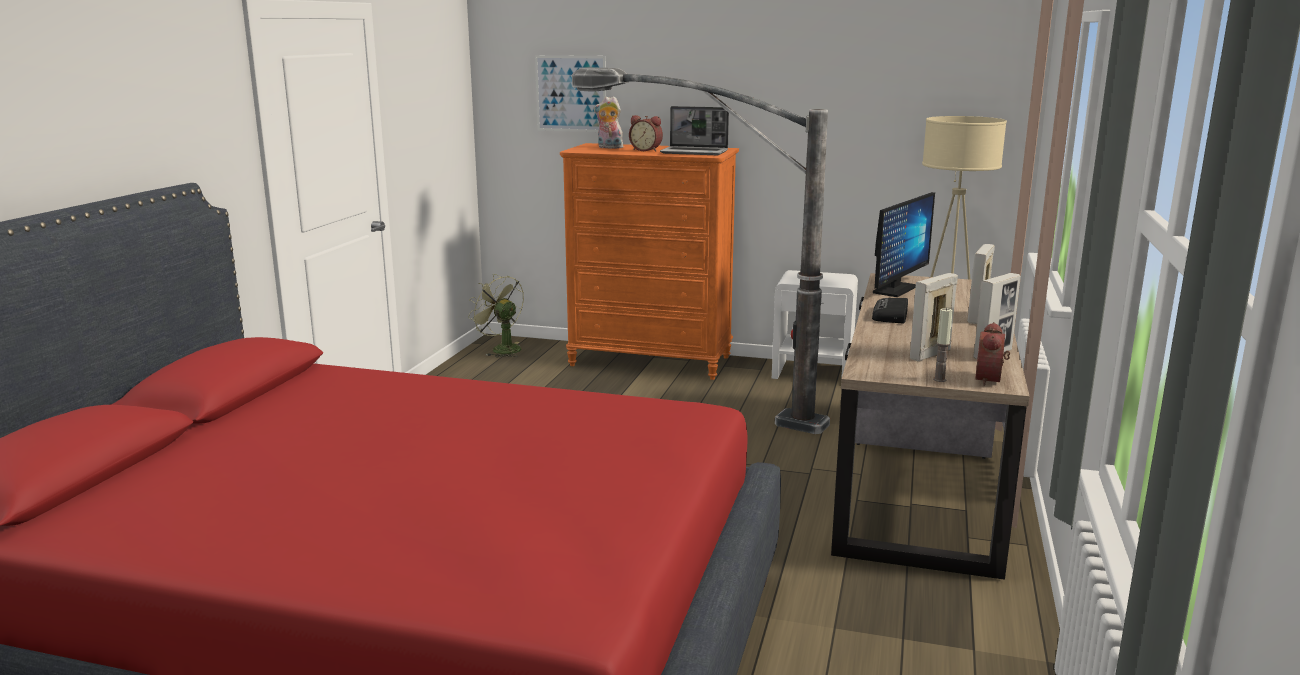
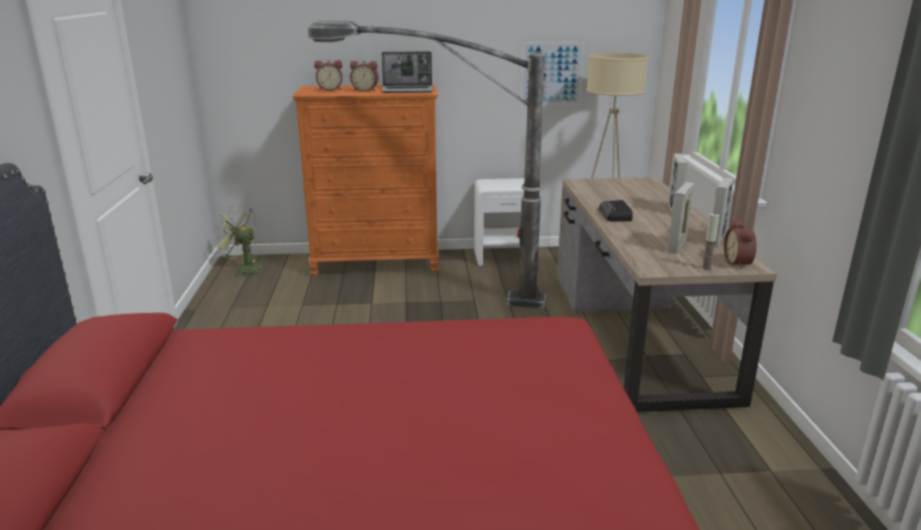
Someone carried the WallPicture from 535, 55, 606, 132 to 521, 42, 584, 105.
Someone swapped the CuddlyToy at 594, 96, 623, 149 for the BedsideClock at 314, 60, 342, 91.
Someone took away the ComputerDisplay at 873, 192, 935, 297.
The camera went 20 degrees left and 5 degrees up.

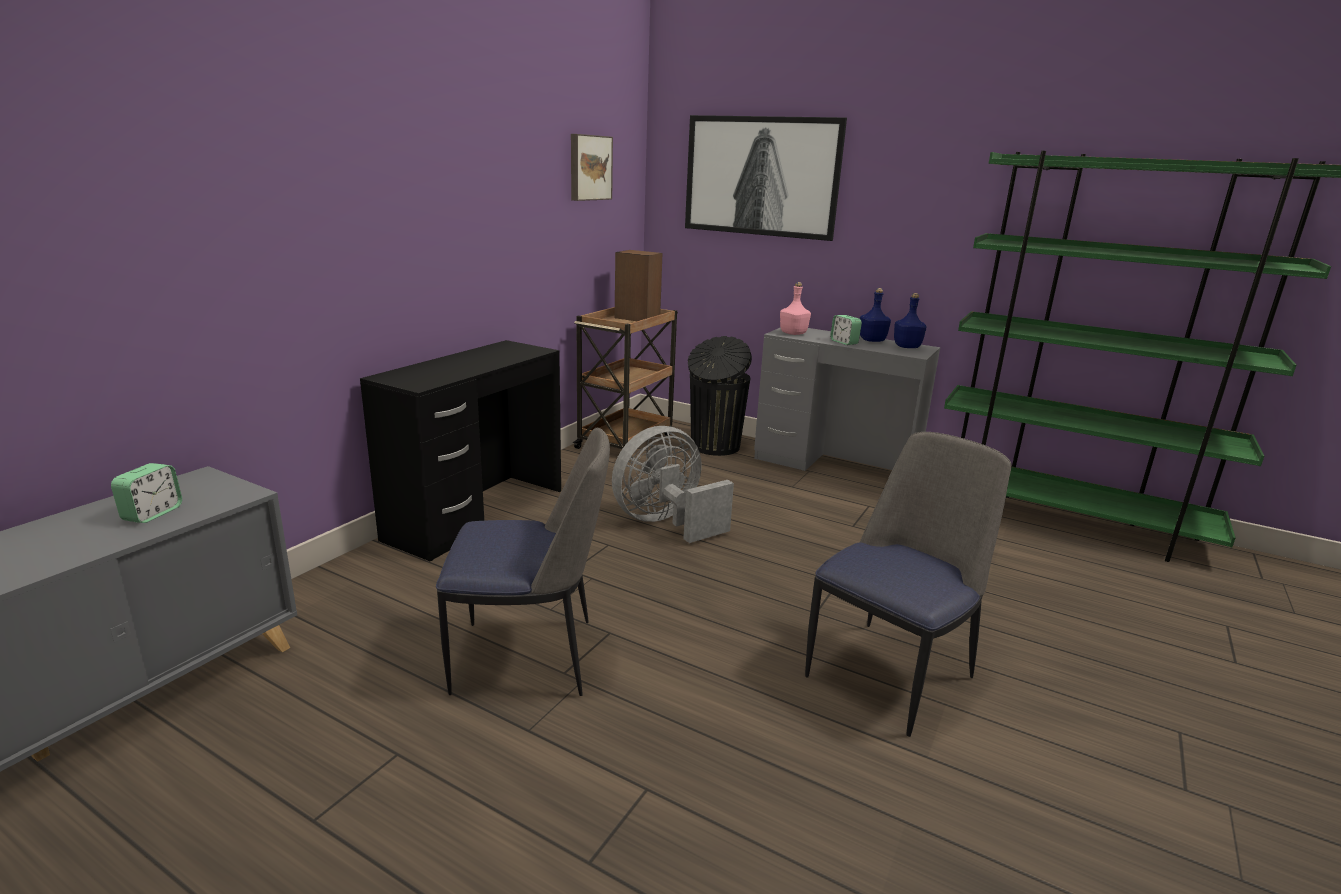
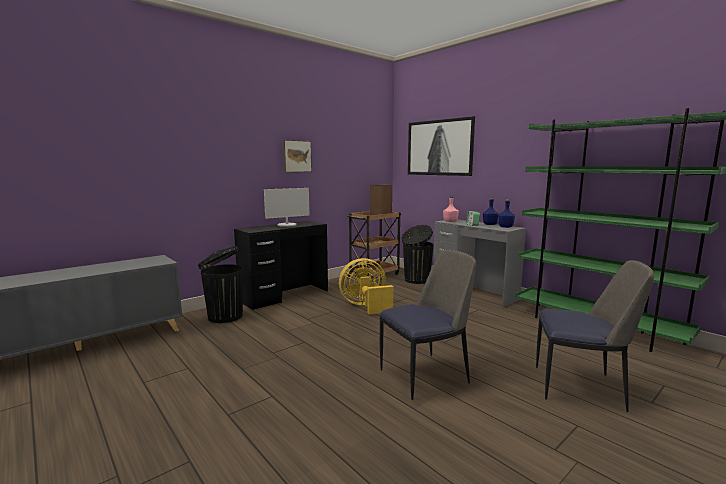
Someone carried the WallPicture from 571, 134, 613, 201 to 282, 140, 312, 172.
Someone repainted the GrayFan at 612, 426, 734, 543, which became the YellowFan at 339, 258, 393, 314.
Someone carried the PlainChair from 436, 428, 610, 696 to 536, 260, 654, 412.
Someone took away the BedsideClock at 111, 463, 182, 523.
Someone put down the ComputerDisplay at 264, 188, 309, 227.
Someone put down the BlackColouredTrashCan at 198, 246, 243, 323.
The camera went 20 degrees right and 10 degrees down.

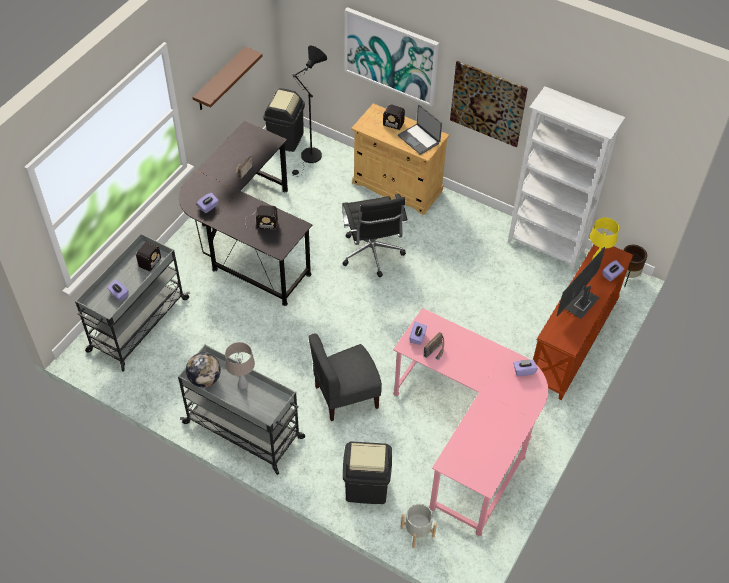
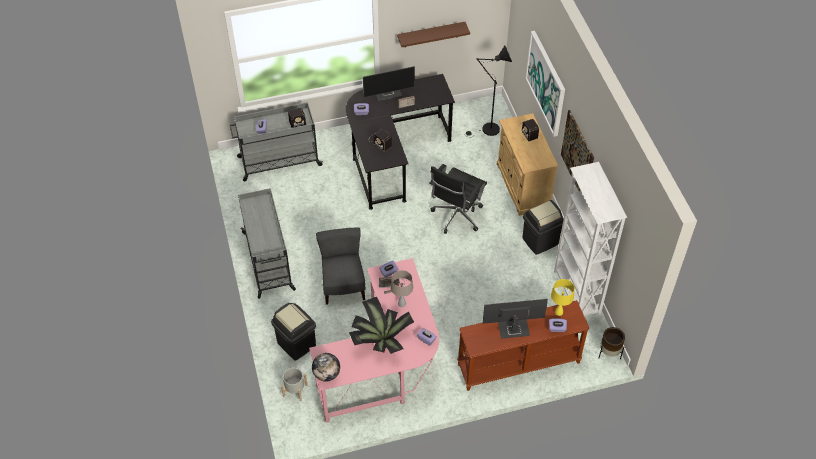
Someone carried the BlackColouredTrashCan from 263, 88, 305, 152 to 522, 200, 564, 255.
Someone took away the NotebookComputer at 398, 104, 442, 155.
Someone rotated the GrayPlainChair at 308, 333, 382, 421 by 60 degrees clockwise.
Someone carried the BeigeLampForATable from 225, 342, 255, 389 to 390, 270, 413, 307.
Someone carried the DeskGlobe from 186, 353, 221, 387 to 312, 353, 340, 382.
Someone put down the ComputerDisplay at 363, 66, 415, 101.
Someone put down the PlantInAPot at 349, 297, 414, 354.
The camera went 45 degrees right and 0 degrees up.

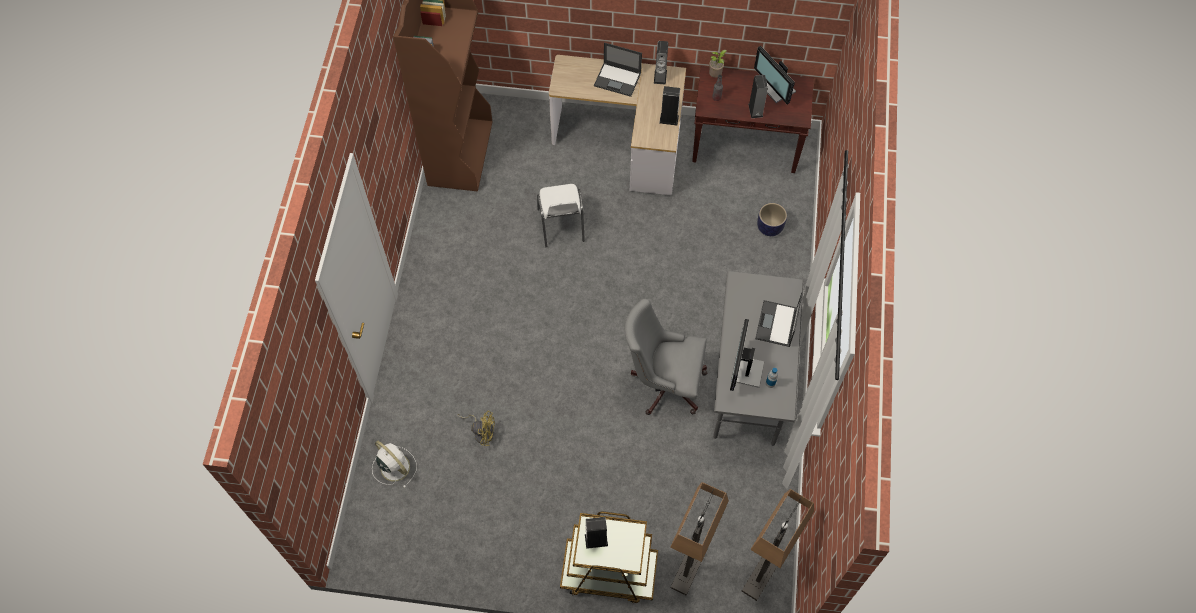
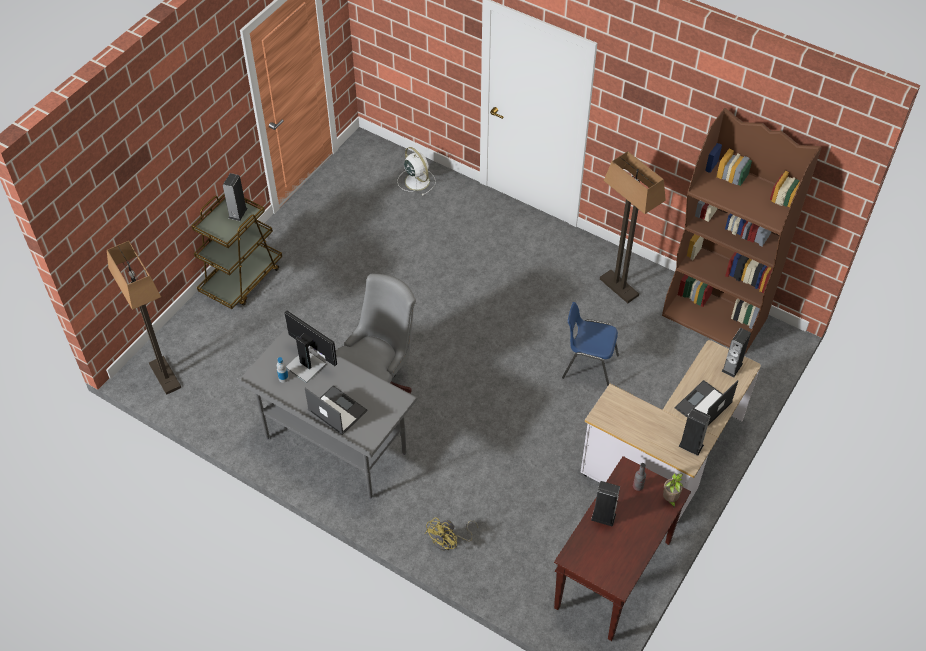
Someone took away the ComputerDisplay at 754, 46, 796, 104.
Someone carried the Loudspeaker from 659, 86, 680, 125 to 722, 328, 751, 377.
Someone repainted the WhitishPlainChair at 537, 184, 585, 247, which became the BlueColouredPlainChair at 562, 302, 619, 387.
Someone took away the FlowerPot at 757, 203, 787, 236.
Someone carried the YellowFan from 457, 411, 495, 446 to 425, 517, 478, 550.
Someone rotated the WhitishFan at 372, 440, 417, 488 by 105 degrees counterclockwise.
Someone carried the FloorLamp from 670, 482, 729, 596 to 600, 151, 666, 303.
The camera went 115 degrees right and 10 degrees down.

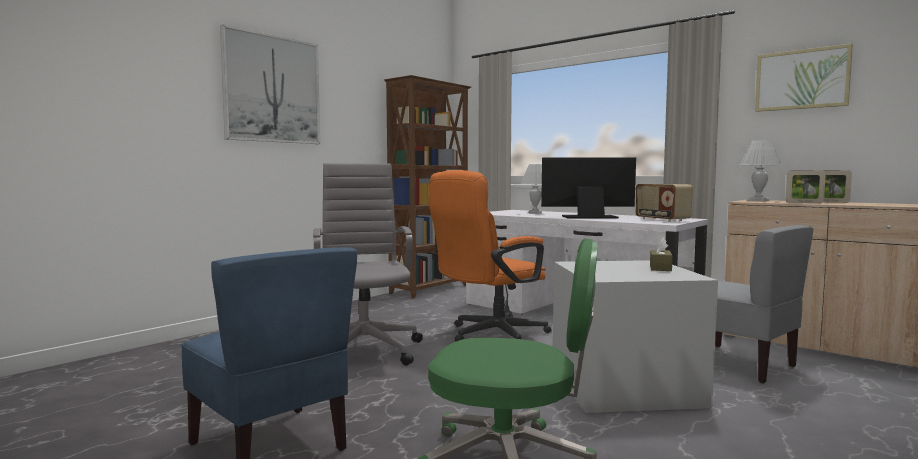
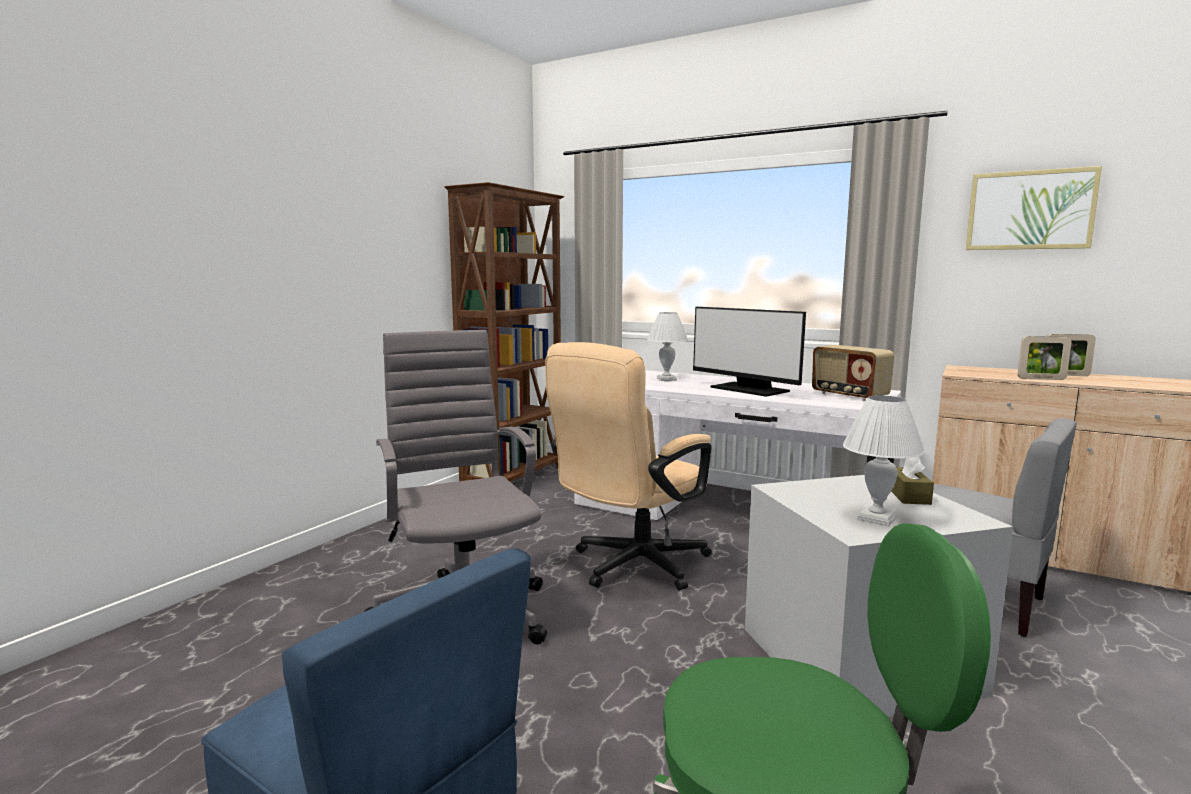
Someone took away the WallPicture at 220, 24, 320, 144.
Someone carried the WhitishLampForATable from 741, 140, 781, 201 to 842, 395, 925, 526.
Someone rotated the ComputerDisplay at 541, 157, 636, 218 by 120 degrees counterclockwise.
Someone repainted the OrangeDeskChair at 429, 170, 551, 341, which became the BeigeDeskChair at 545, 342, 712, 590.
The camera went 10 degrees left and 5 degrees up.

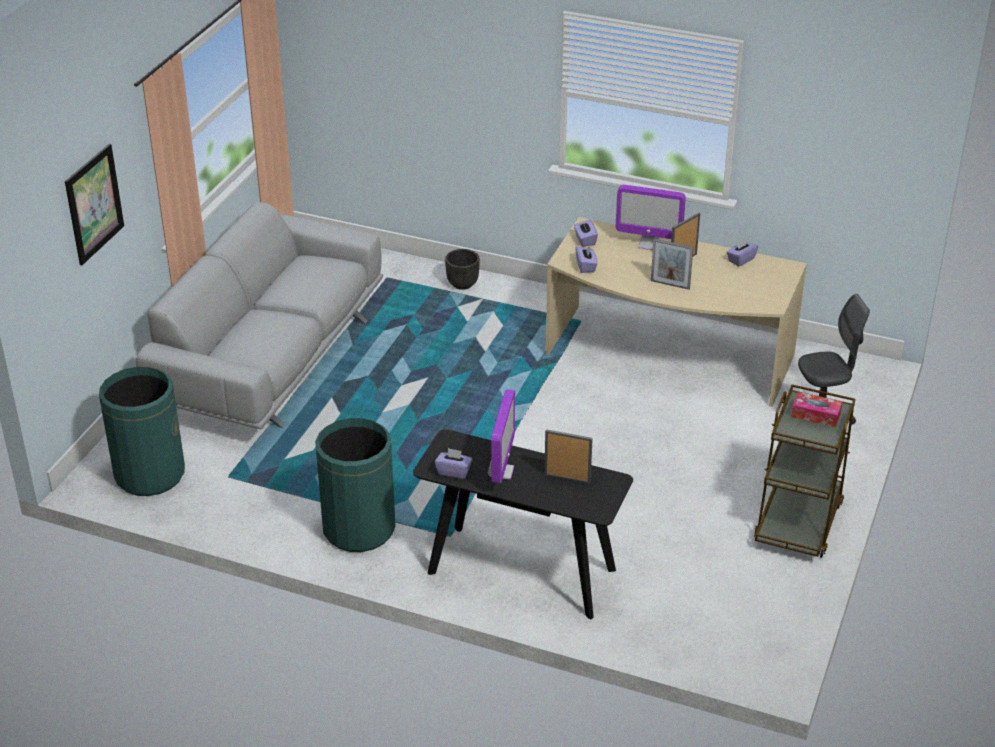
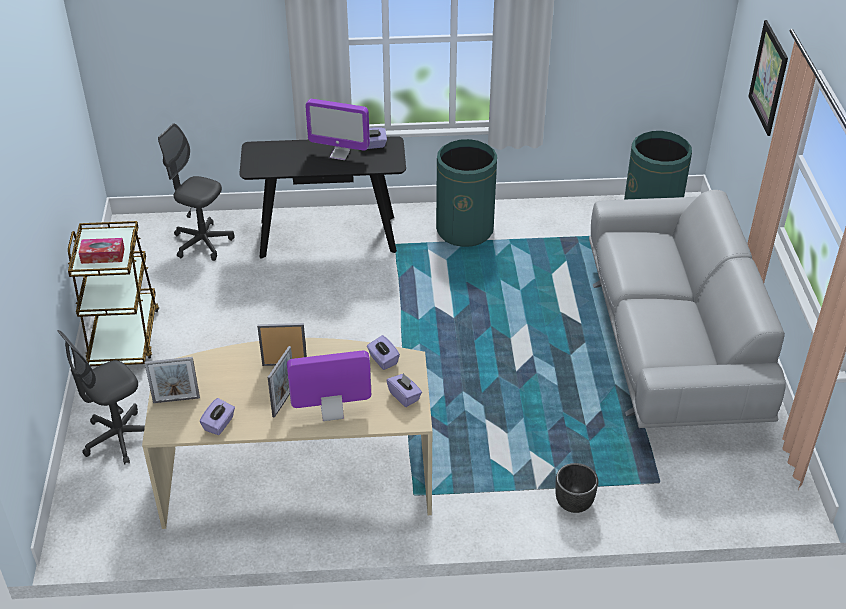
Someone rotated the ComputerDisplay at 488, 389, 515, 483 by 60 degrees counterclockwise.
Someone carried the StandingFrame from 544, 429, 593, 484 to 145, 357, 200, 403.
Someone put down the GrayDeskChair at 158, 124, 235, 261.
The camera went 155 degrees right and 5 degrees up.

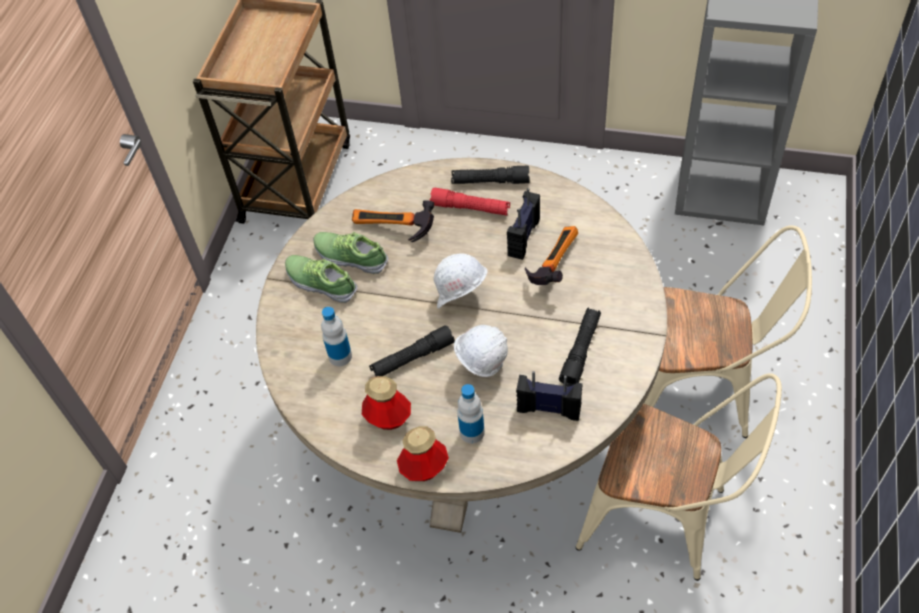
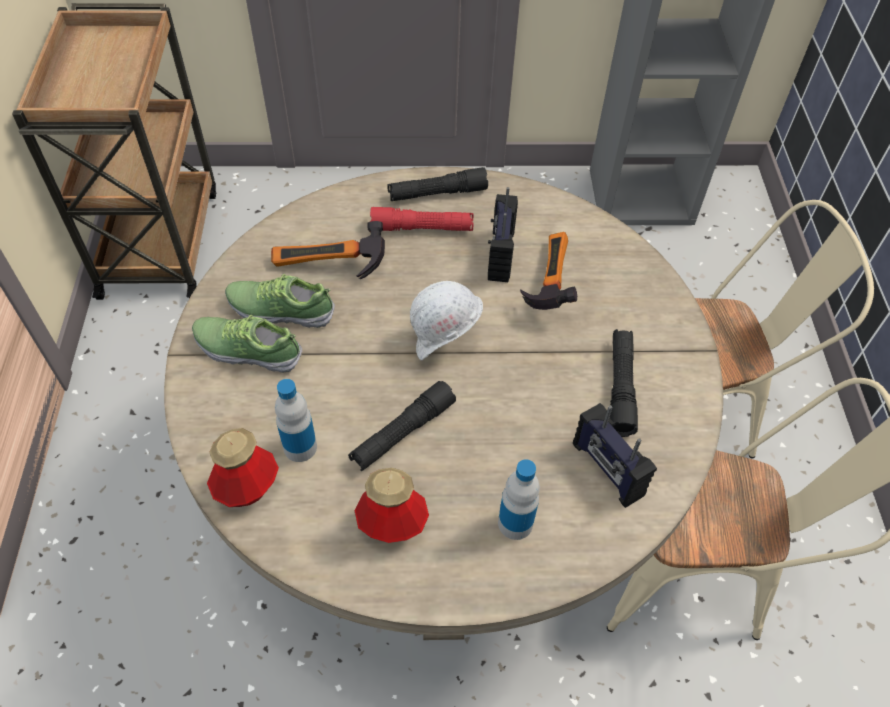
Someone took away the WhitishSafetyHelmet at 454, 325, 508, 377.
Someone rotated the RadioSet at 516, 371, 583, 421 by 120 degrees counterclockwise.
Someone carried the Bottle from 397, 426, 449, 481 to 207, 428, 279, 507.
The camera went 20 degrees left and 0 degrees up.

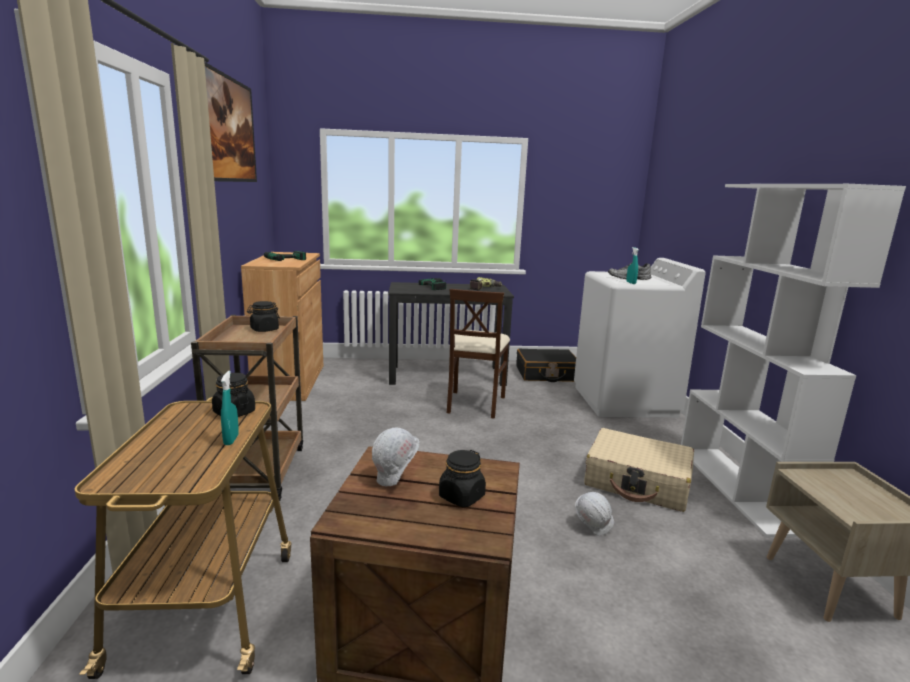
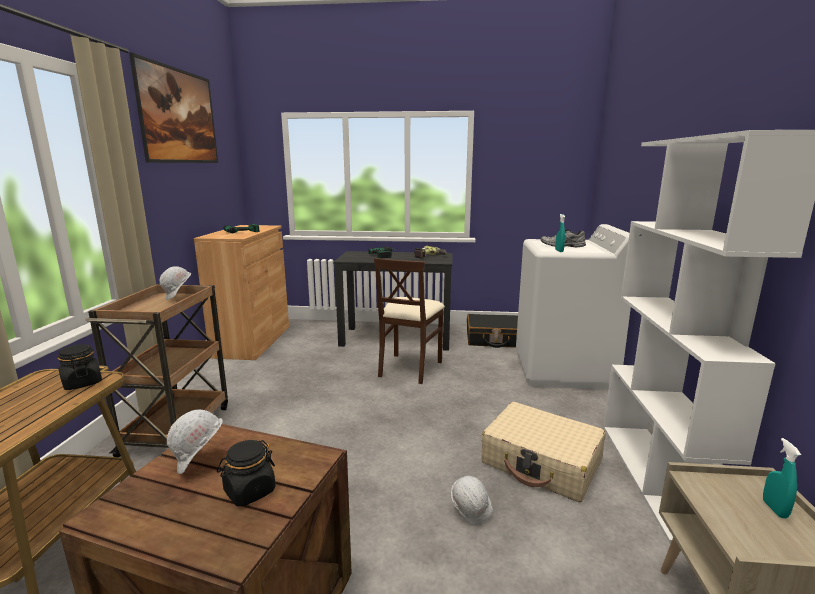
Someone swapped the BlackColouredJar at 247, 301, 280, 332 for the WhitishSafetyHelmet at 160, 266, 191, 300.
Someone carried the TurquoiseColouredSprayBottle from 221, 371, 239, 445 to 763, 438, 801, 519.
The camera went 10 degrees right and 0 degrees up.

